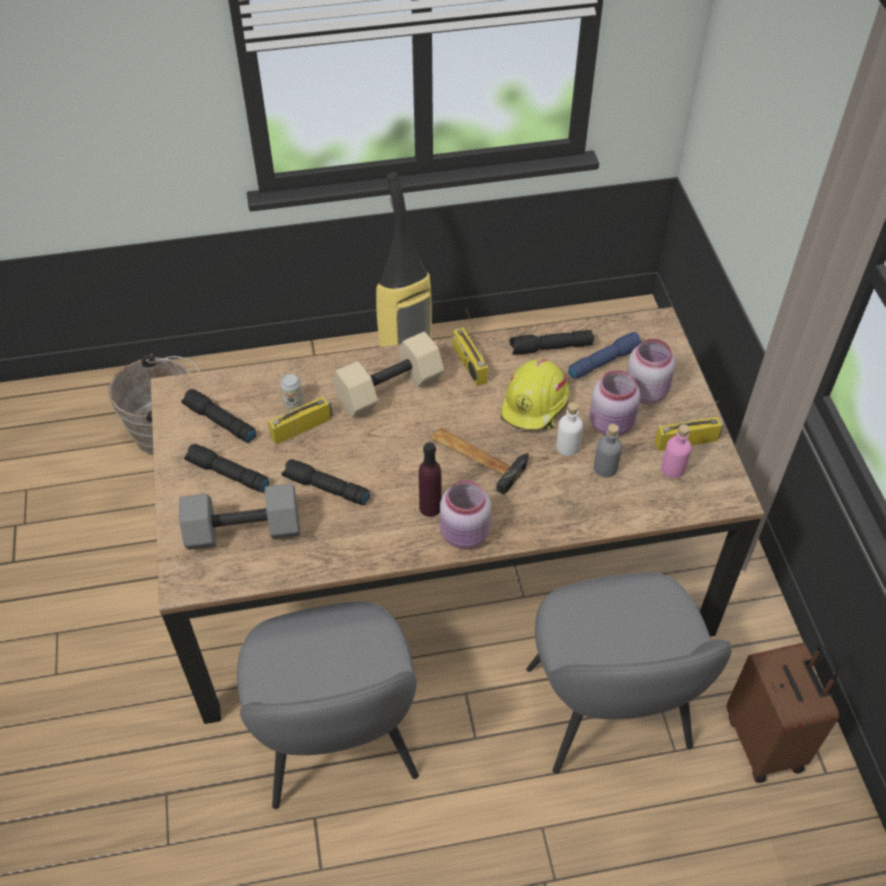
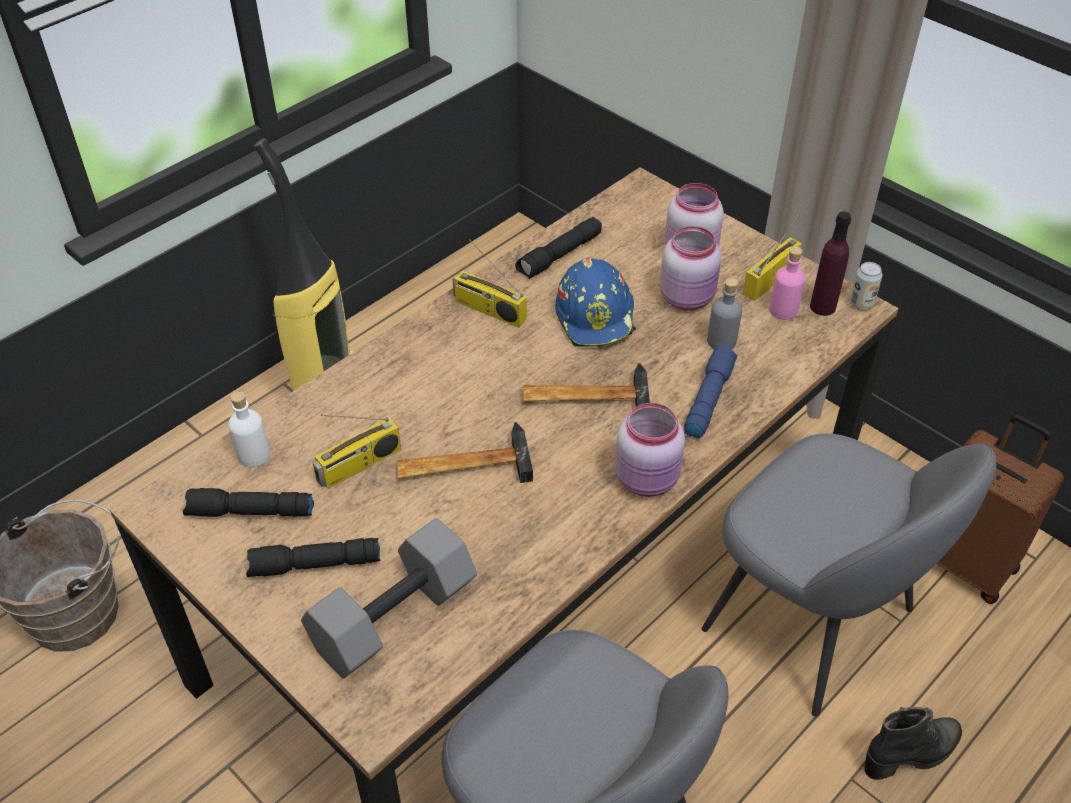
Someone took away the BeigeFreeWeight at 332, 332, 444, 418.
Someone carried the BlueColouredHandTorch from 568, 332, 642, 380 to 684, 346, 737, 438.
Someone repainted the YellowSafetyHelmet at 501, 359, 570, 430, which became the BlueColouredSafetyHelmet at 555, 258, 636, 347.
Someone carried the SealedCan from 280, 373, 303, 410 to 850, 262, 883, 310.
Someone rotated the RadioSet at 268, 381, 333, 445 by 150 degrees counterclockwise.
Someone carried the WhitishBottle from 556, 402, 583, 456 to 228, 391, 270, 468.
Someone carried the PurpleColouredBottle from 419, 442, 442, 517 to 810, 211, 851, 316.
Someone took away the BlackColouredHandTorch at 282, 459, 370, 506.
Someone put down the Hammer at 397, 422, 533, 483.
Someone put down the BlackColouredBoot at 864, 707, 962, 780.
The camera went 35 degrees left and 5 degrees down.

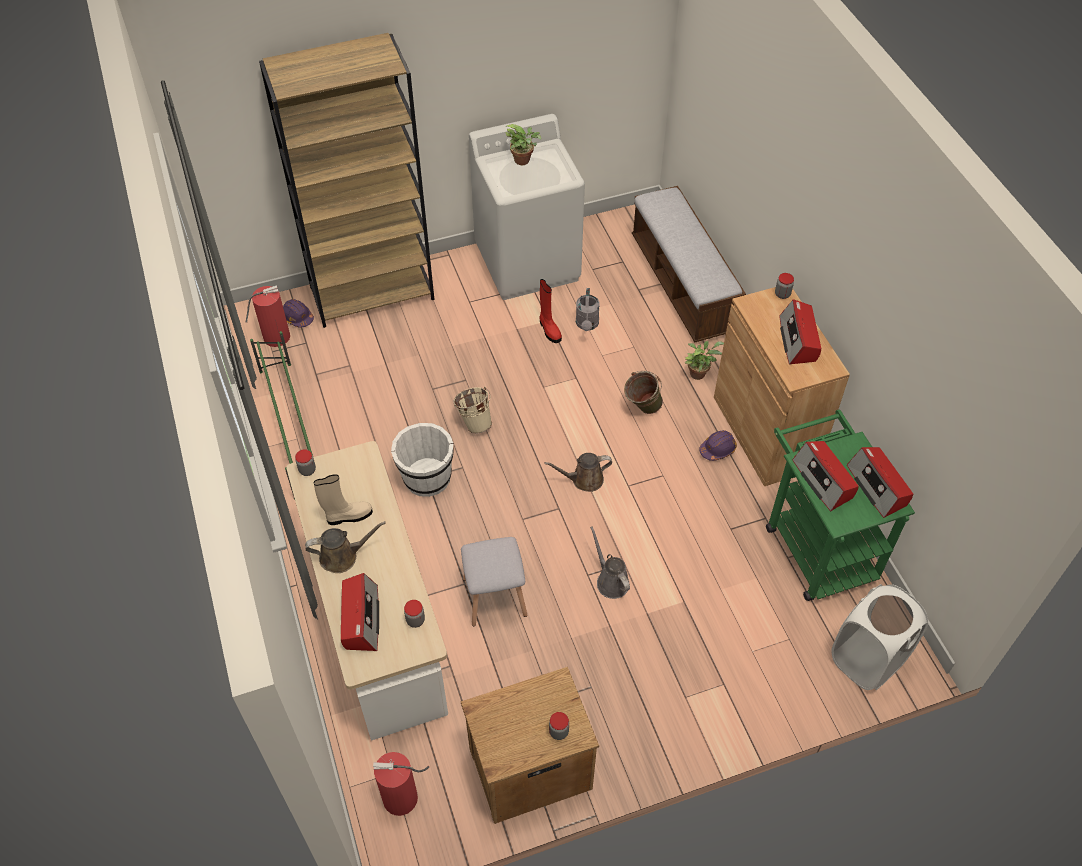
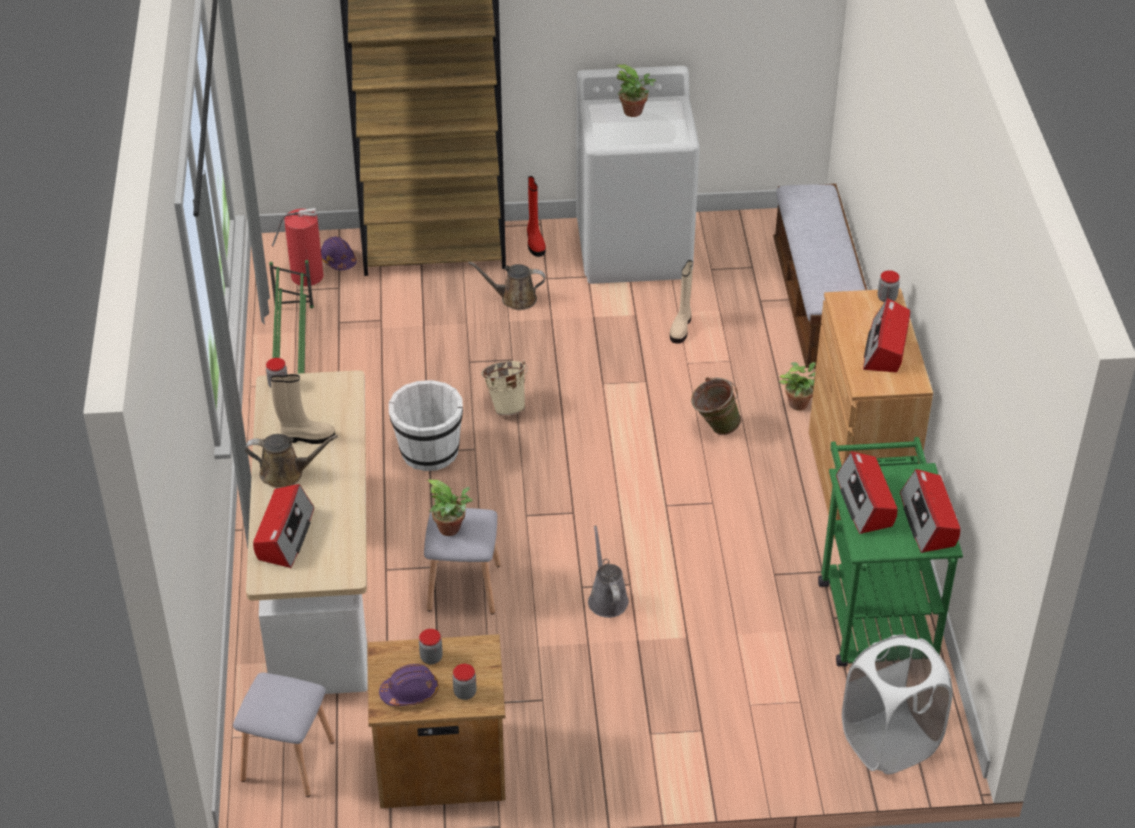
Someone carried the ReddishBoot from 540, 279, 562, 343 to 527, 176, 546, 257.
Someone swapped the GrayWateringCan at 576, 288, 600, 331 for the BeigeBoot at 670, 260, 693, 344.
Someone carried the PurpleColouredSafetyHelmet from 699, 430, 737, 461 to 379, 664, 439, 706.
Someone carried the BrownishWateringCan from 544, 453, 612, 492 to 468, 261, 546, 310.
Someone carried the Jar from 404, 600, 425, 628 to 419, 629, 443, 664.
Someone swapped the FireExtinguisher at 373, 752, 429, 816 for the GrayStool at 233, 672, 335, 797.
Someone put down the PlantInAPot at 427, 479, 473, 536.
The camera went 15 degrees right and 10 degrees down.

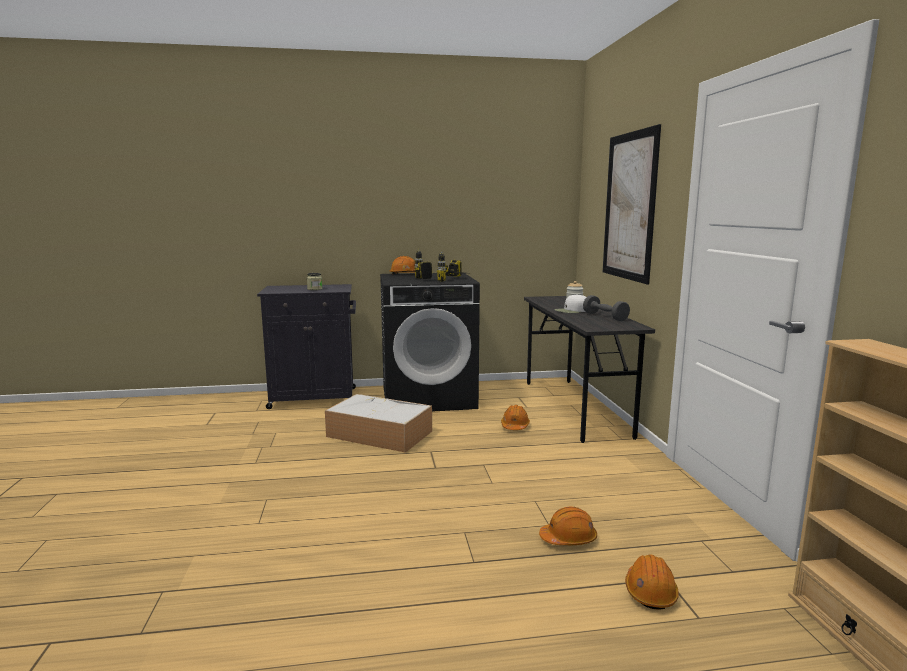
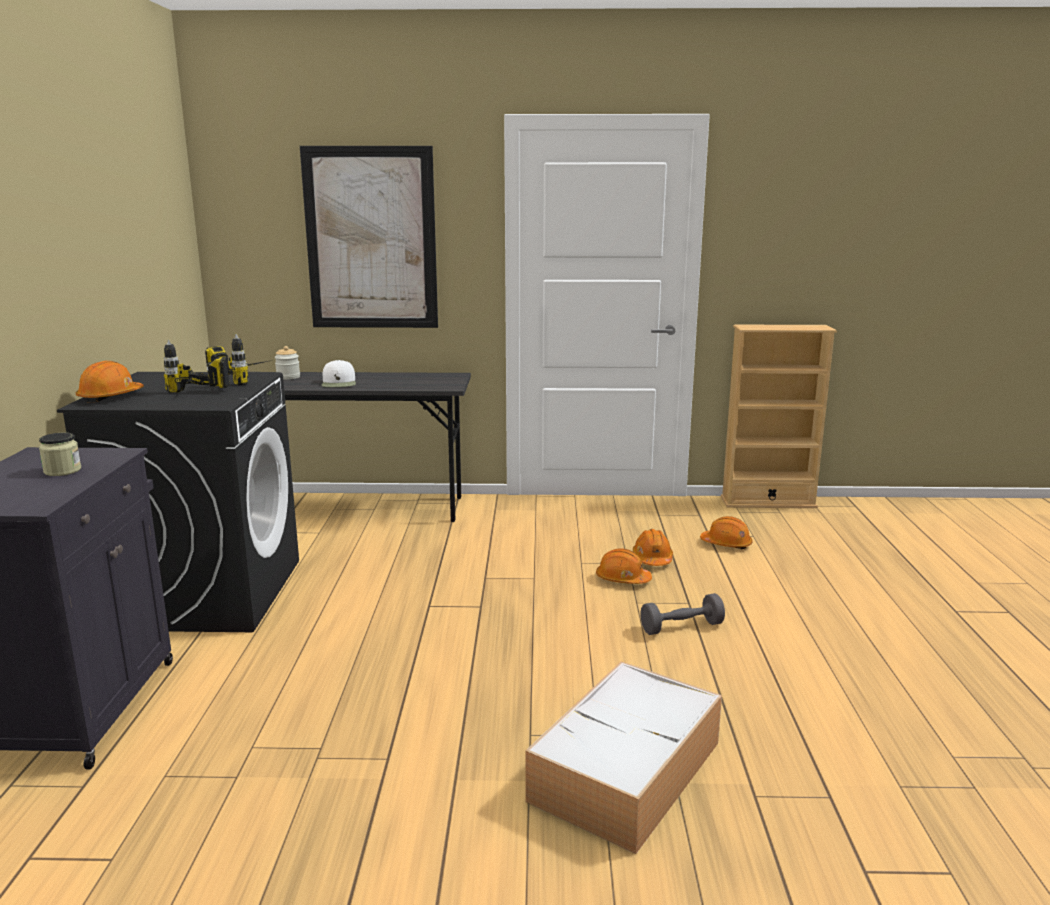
Someone carried the GrayFreeWeight from 583, 295, 630, 321 to 640, 593, 725, 635.
Someone carried the StorageBin from 325, 394, 432, 453 to 526, 661, 722, 854.
Someone carried the OrangeSafetyHelmet from 501, 405, 530, 430 to 596, 548, 652, 584.
The camera went 80 degrees left and 5 degrees up.

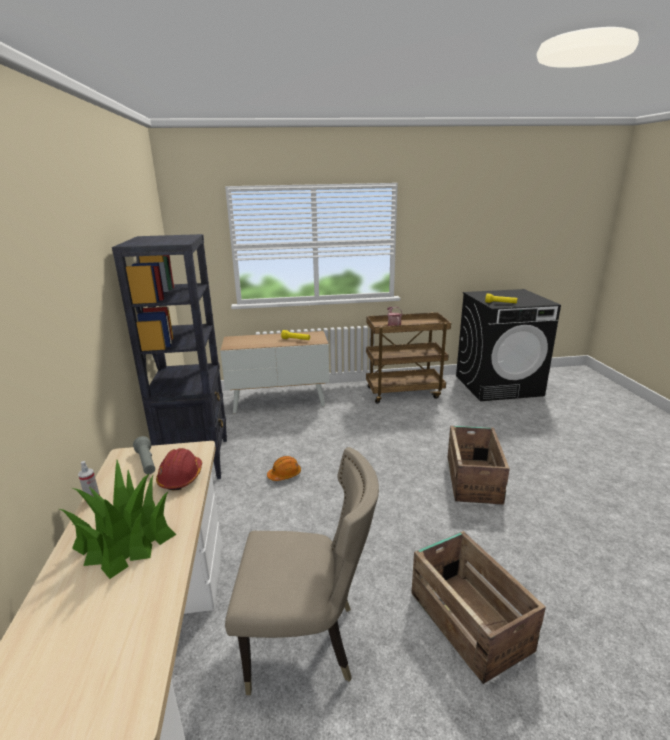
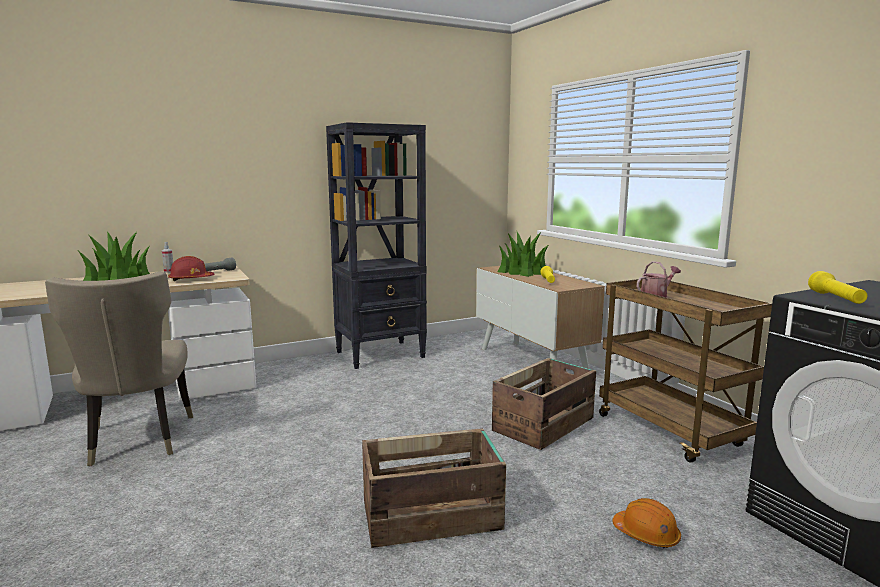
Someone carried the OrangeSafetyHelmet from 267, 456, 301, 481 to 613, 498, 681, 548.
Someone carried the ShippingCrate from 411, 531, 546, 684 to 492, 358, 596, 450.
Someone put down the PlantInAPot at 497, 232, 549, 277.
The camera went 70 degrees right and 10 degrees down.

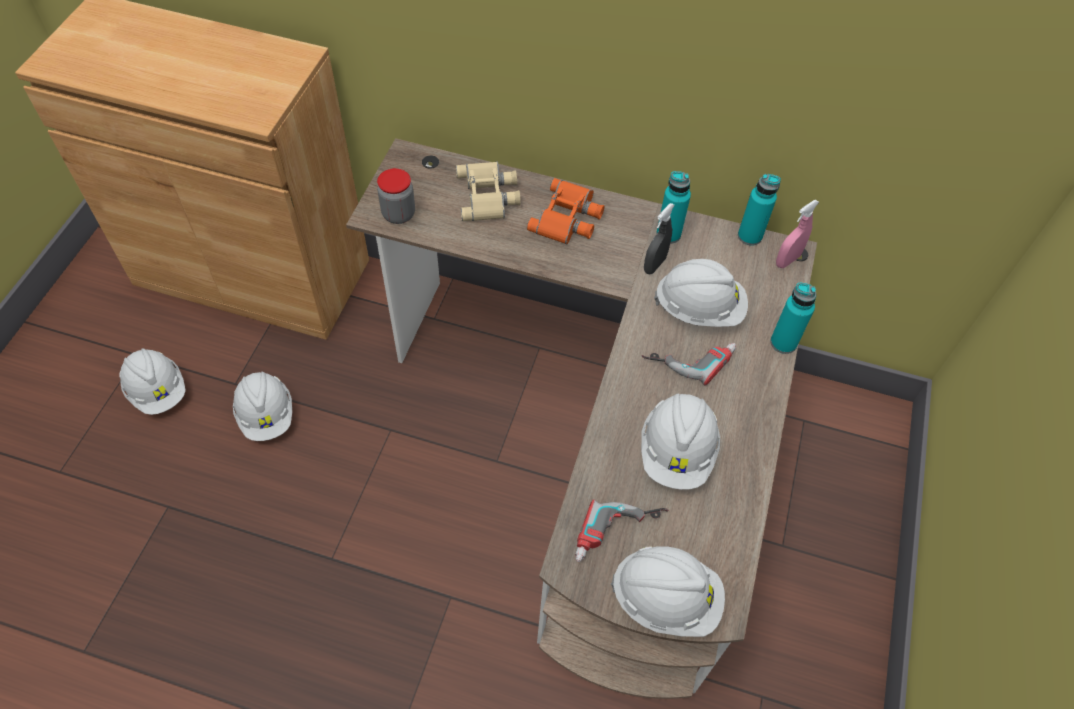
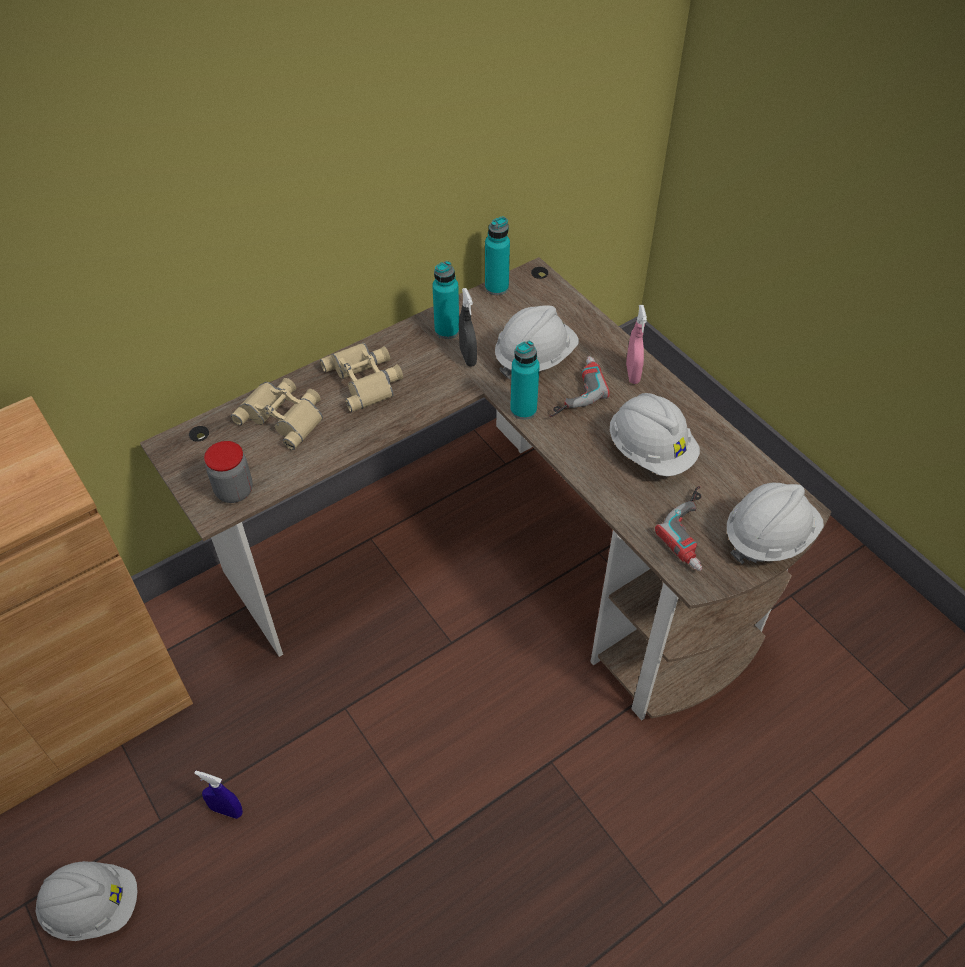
Someone repainted the OrangeFieldGlasses at 527, 178, 604, 244, which became the BeigeFieldGlasses at 320, 343, 403, 412.
Someone carried the PinkSprayBottle from 776, 200, 819, 268 to 626, 305, 647, 384.
Someone carried the TurquoiseColouredBottle from 770, 282, 816, 354 to 510, 341, 540, 420.
Someone swapped the WhitishSafetyHelmet at 233, 372, 292, 441 for the BlueColouredSprayBottle at 194, 771, 243, 819.
The camera went 50 degrees left and 5 degrees down.

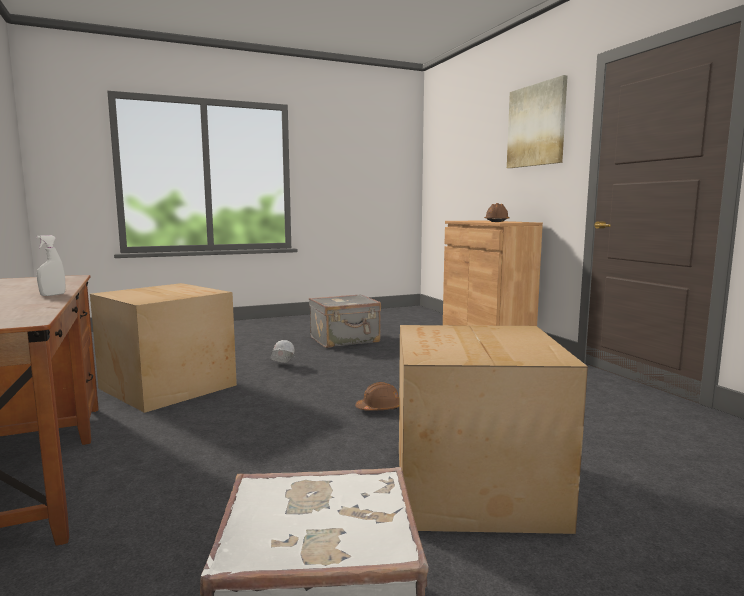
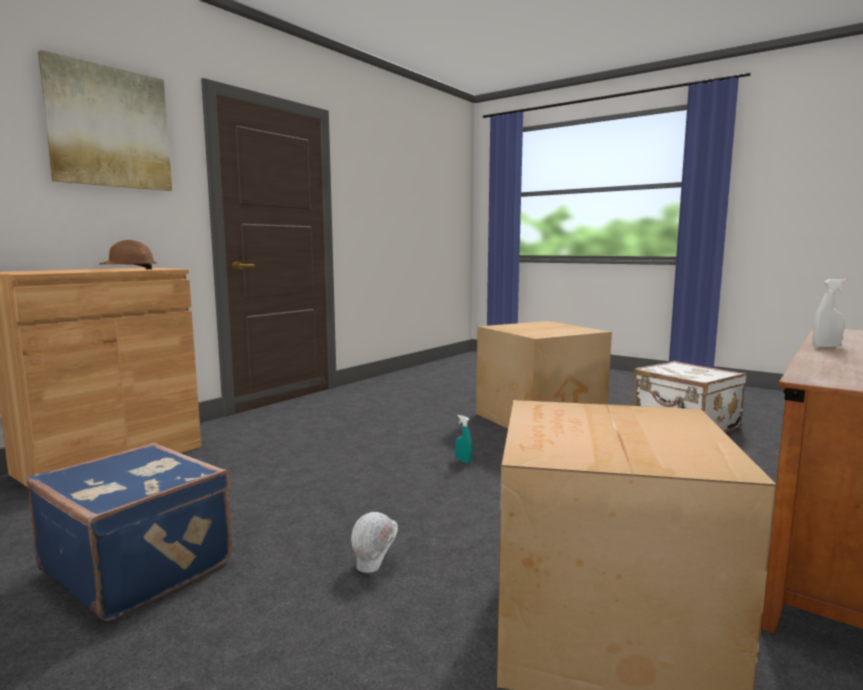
Someone repainted the GrayTravelCase at 309, 294, 381, 348, which became the BlueColouredTravelCase at 27, 443, 232, 621.
Someone swapped the BrownishSafetyHelmet at 355, 382, 399, 411 for the TurquoiseColouredSprayBottle at 455, 415, 472, 463.
The camera went 120 degrees left and 0 degrees up.

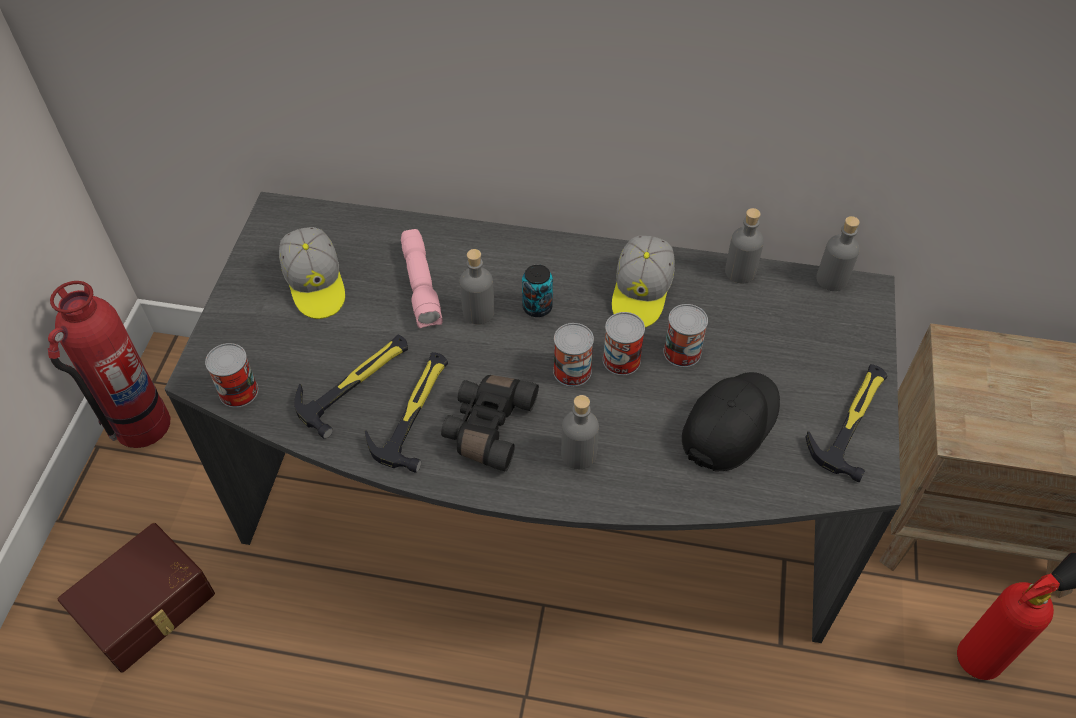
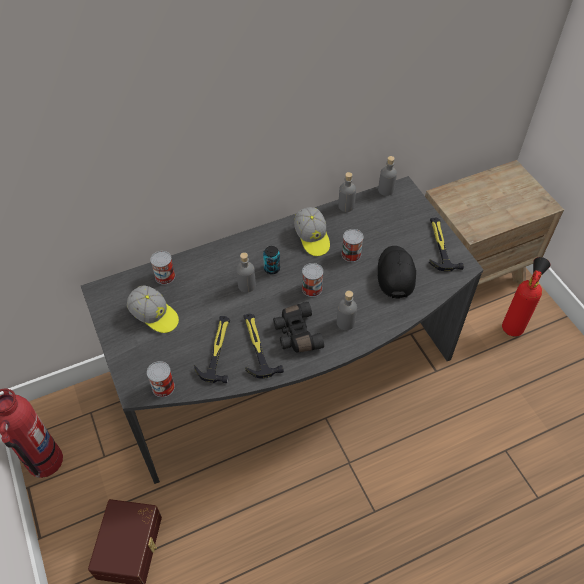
Someone took away the PinkHandTorch at 401, 229, 443, 328.
Someone carried the SealedCan from 603, 312, 645, 376 to 150, 251, 175, 285.
The camera went 35 degrees left and 0 degrees up.

